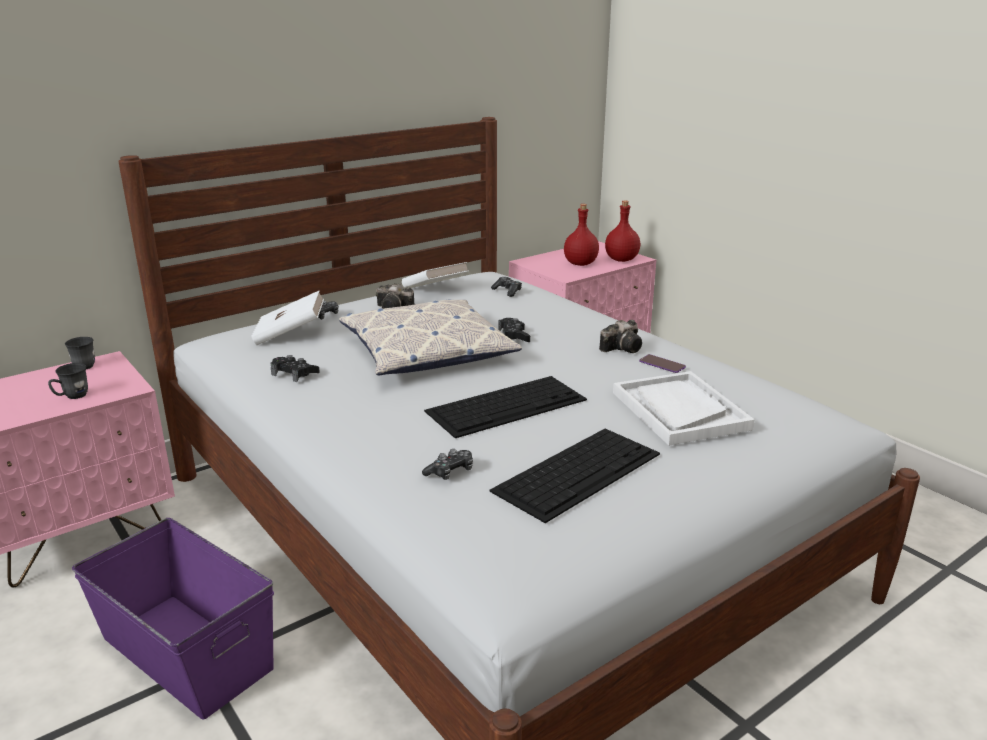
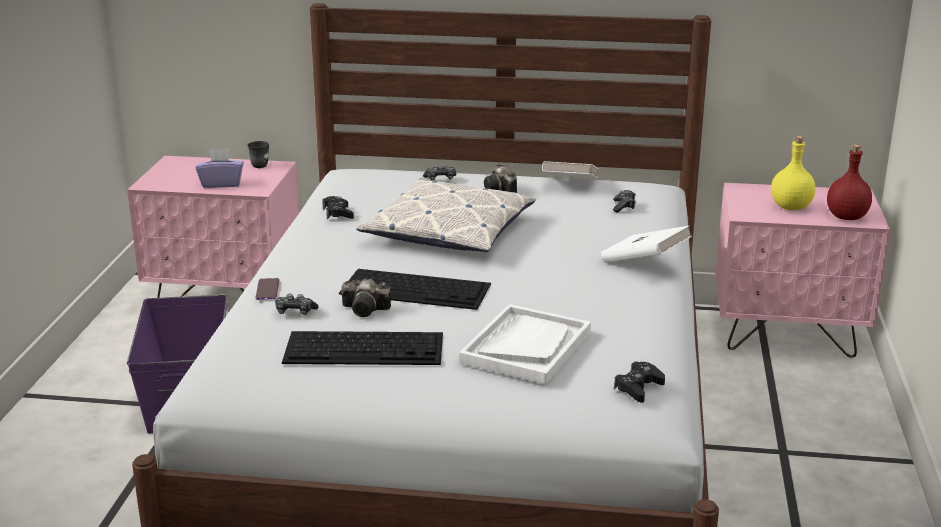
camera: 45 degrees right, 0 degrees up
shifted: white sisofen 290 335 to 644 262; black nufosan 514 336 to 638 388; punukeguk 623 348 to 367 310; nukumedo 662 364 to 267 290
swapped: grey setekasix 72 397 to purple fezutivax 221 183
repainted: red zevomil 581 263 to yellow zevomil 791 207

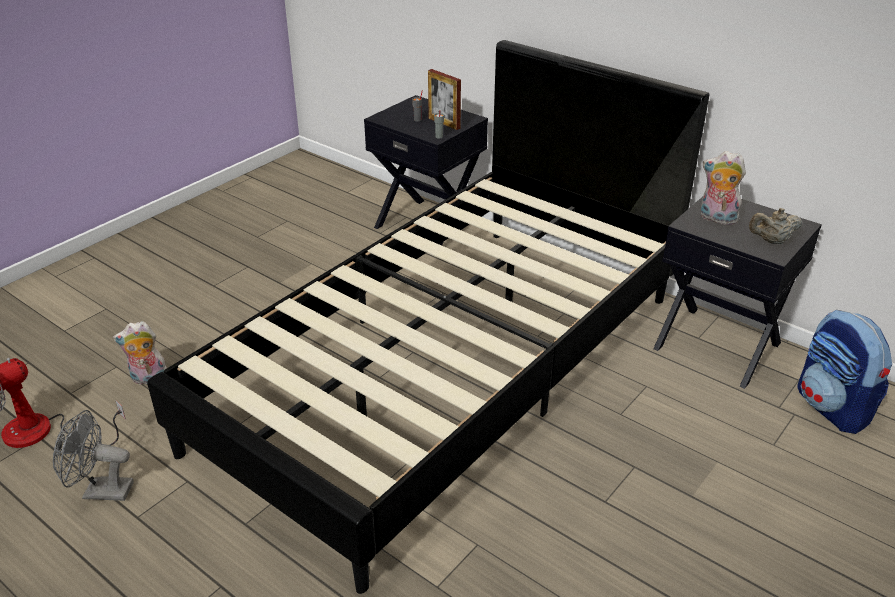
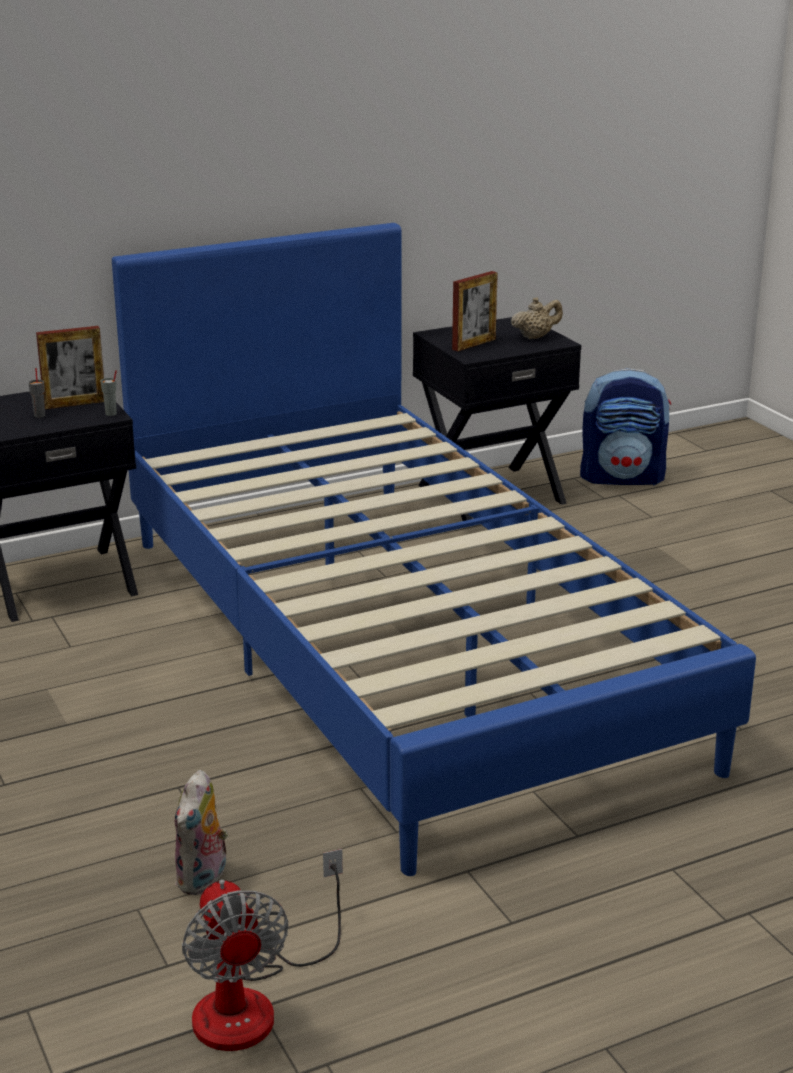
camera: 65 degrees left, 10 degrees down
gone: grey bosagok 100 491
swapped: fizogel 716 219 to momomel 474 344
repainted: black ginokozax 448 368 to blue ginokozax 396 642
rotated: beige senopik 771 241 = 535 337 135 degrees counterclockwise

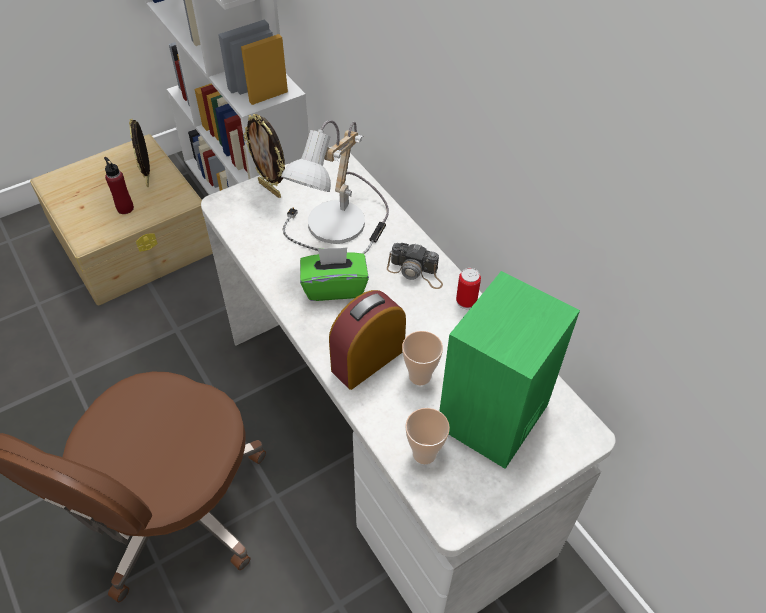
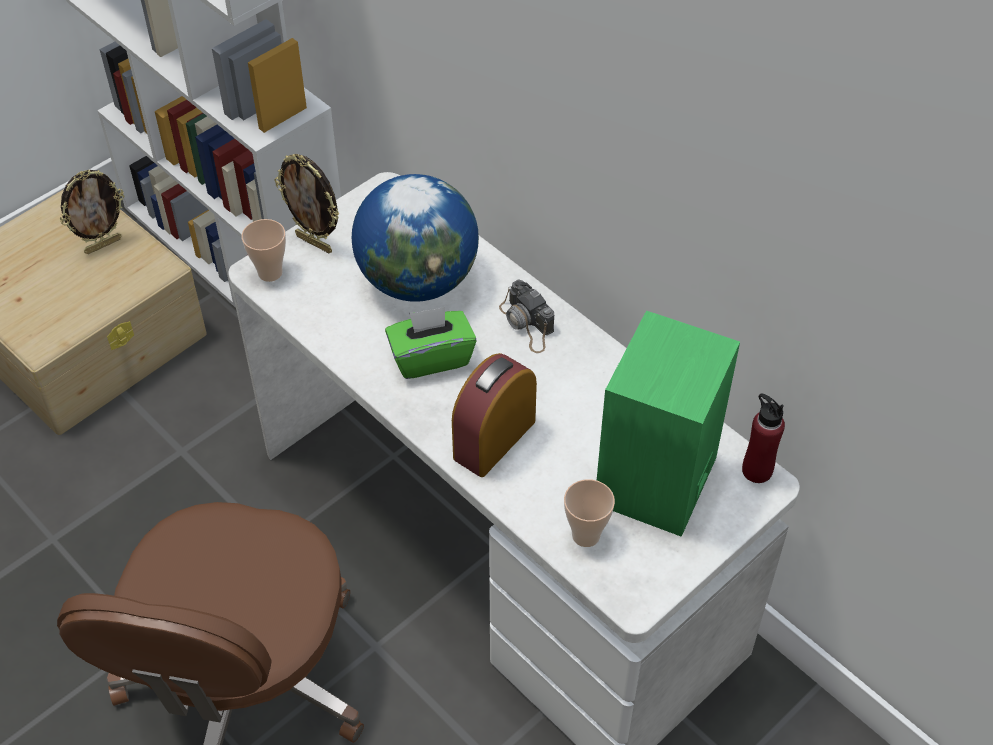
camera: 10 degrees left, 0 degrees up
gone: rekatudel 466 301
shifted: red zevomil 125 208 to 757 470; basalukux 420 376 to 270 273
swapped: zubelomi 340 227 to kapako 418 280
rotated: momomel 149 179 = 103 245 105 degrees counterclockwise; punukeguk 416 272 = 527 324 45 degrees clockwise

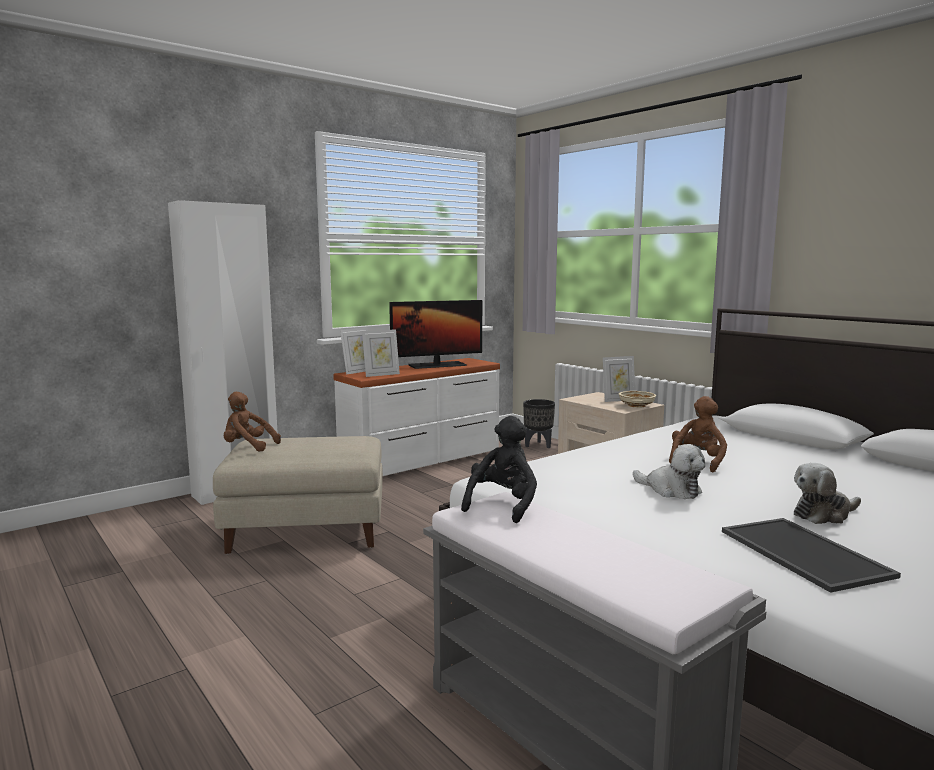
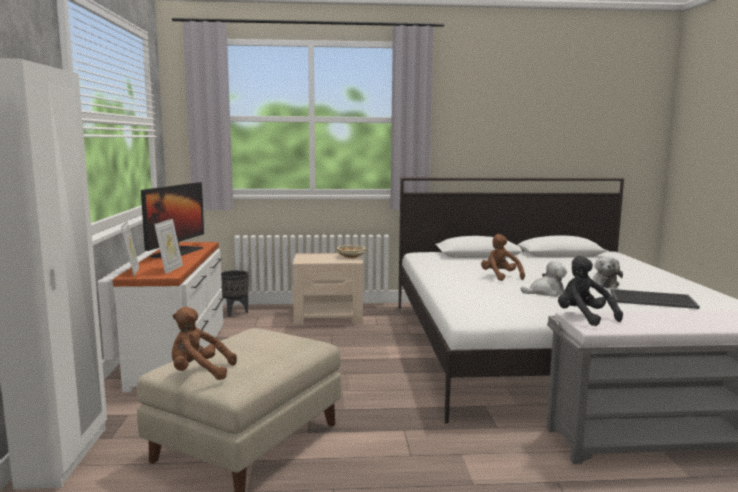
camera: 55 degrees left, 0 degrees up
gone: momomel 618 400
rotated: brown fizogel 248 447 = 199 372 45 degrees clockwise

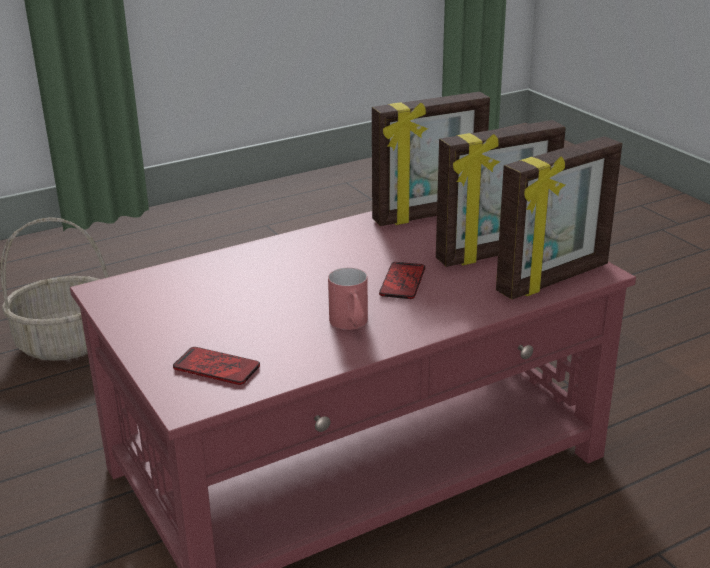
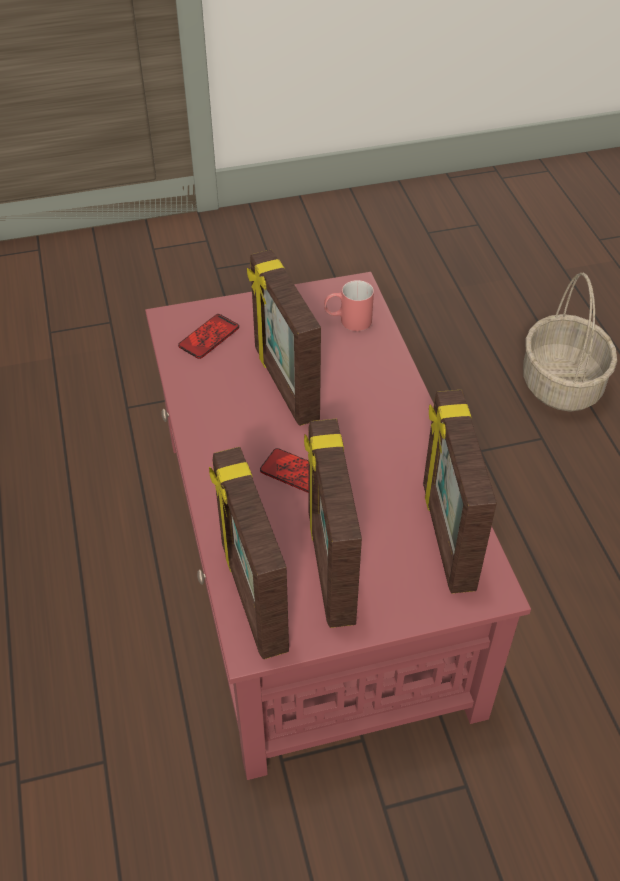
camera: 105 degrees right, 20 degrees up
new: momomel 284 384
shifted: red setekasix 351 325 to 347 321

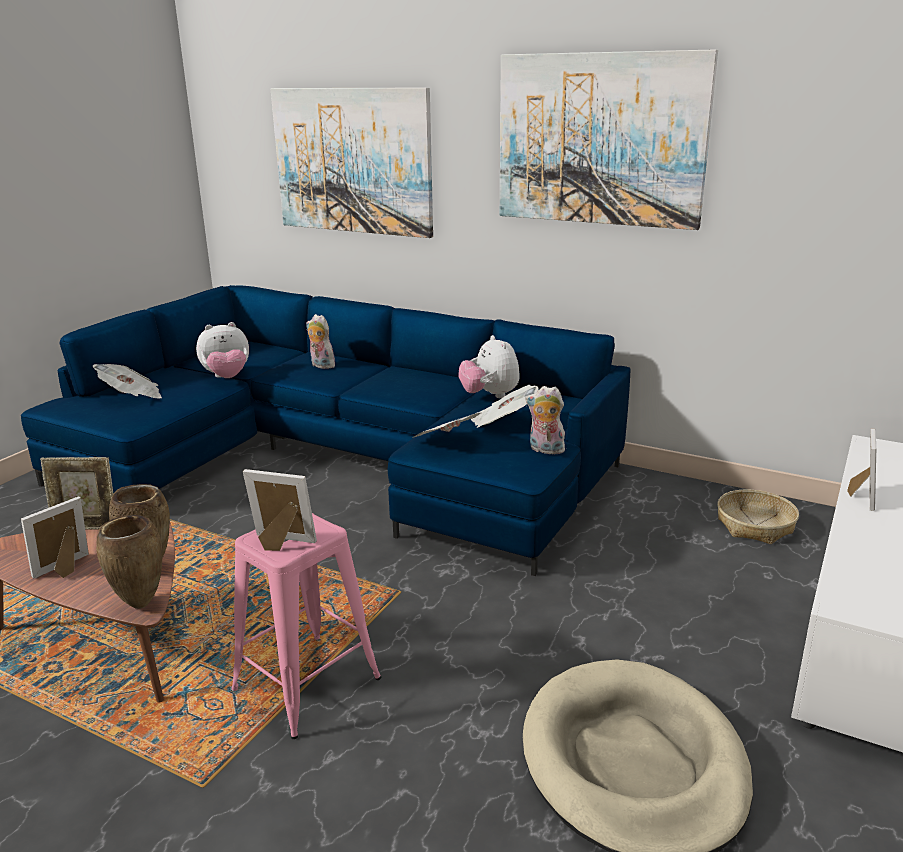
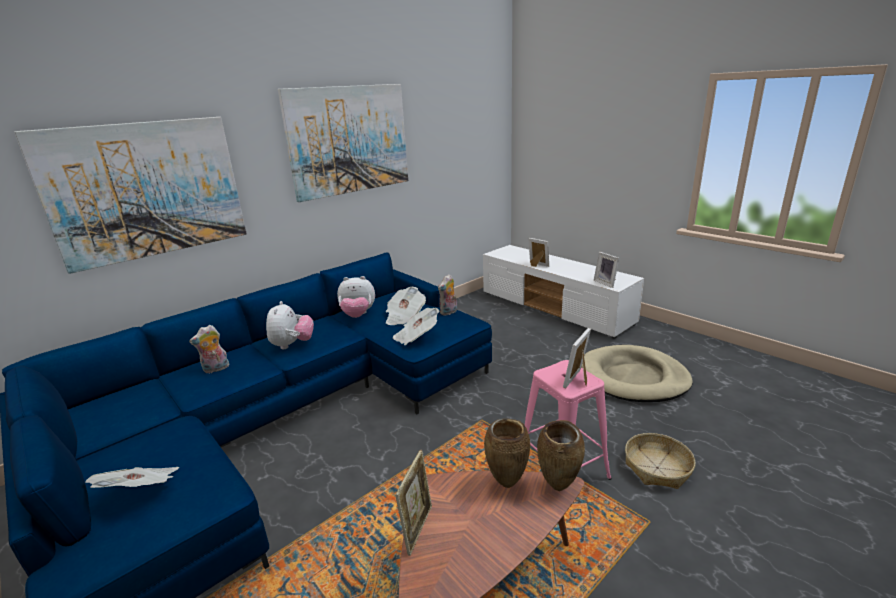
camera: 70 degrees left, 0 degrees up
shifted: fizogel 227 377 to 292 345; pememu 755 526 to 657 468; momomel 66 569 to 606 283

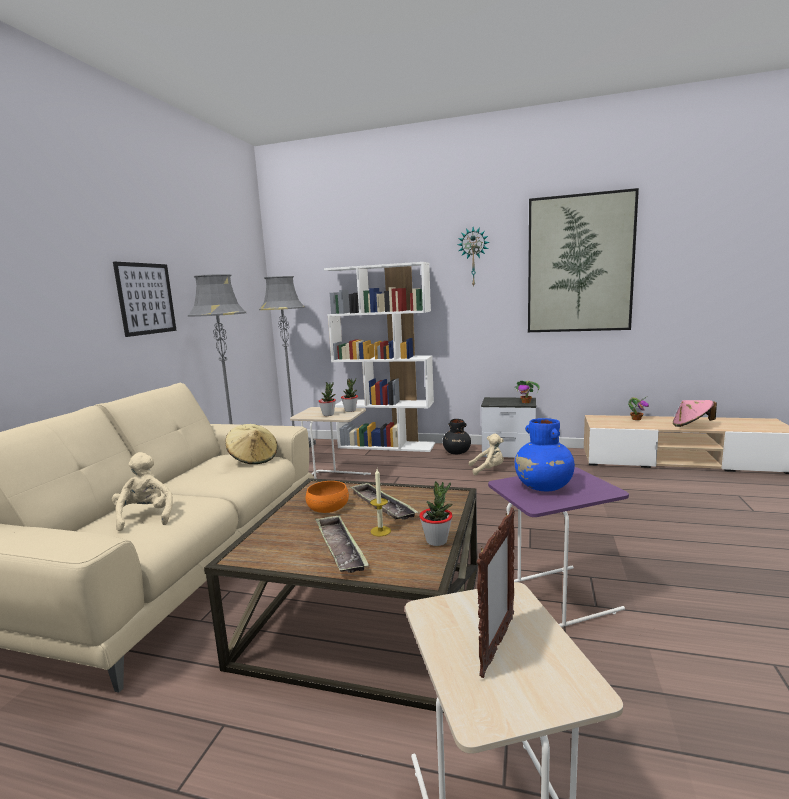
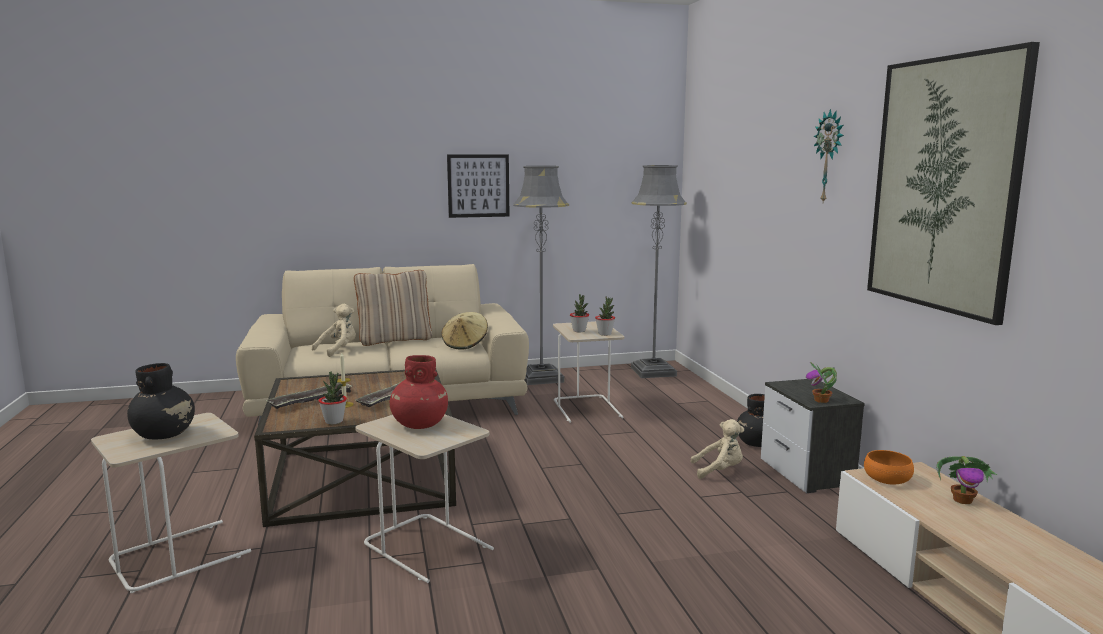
camera: 60 degrees right, 0 degrees up
gone: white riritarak 387 445; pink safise 691 425
new: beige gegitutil 395 340
shifted: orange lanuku 328 508 to 887 479
swapped: momomel 497 646 to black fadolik 165 435
repainted: blue fadolik 543 487 to red fadolik 419 424; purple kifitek 553 598 to beige kifitek 428 547
rotated: beige fizogel 488 470 = 719 471 60 degrees counterclockwise

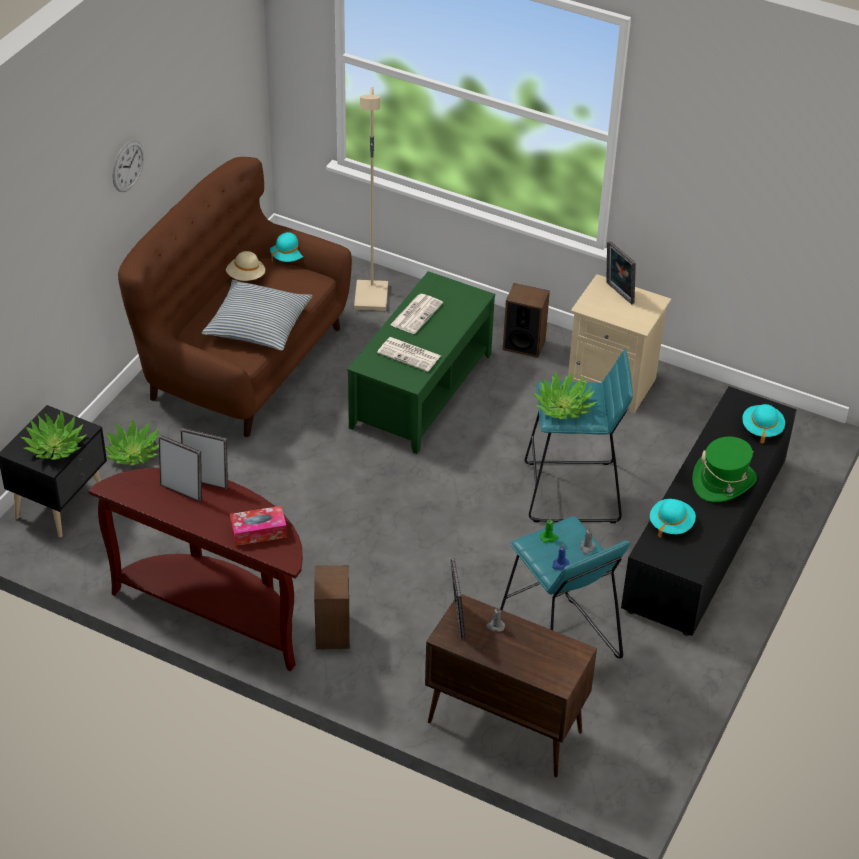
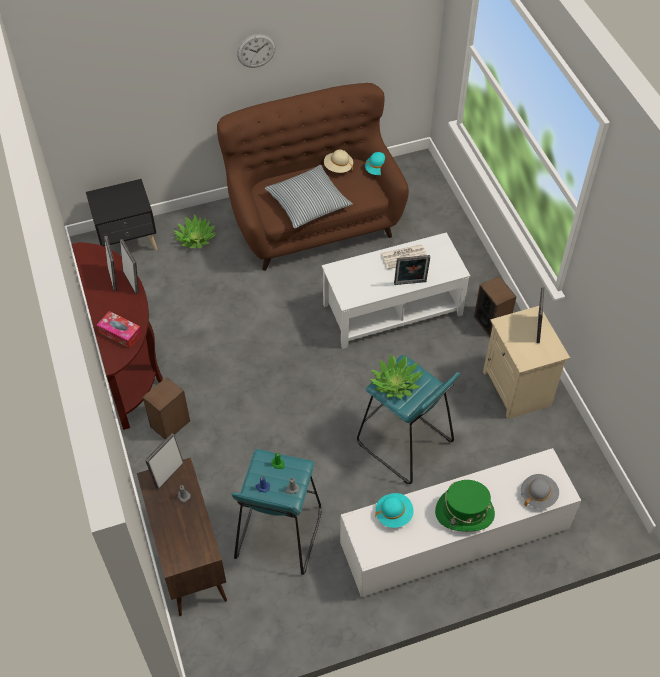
camera: 45 degrees right, 10 degrees up
gone: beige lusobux 372 298; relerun 410 354; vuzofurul 55 446
new: momomel 410 284
repainted: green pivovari 421 390 to white pivovari 392 309; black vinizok 706 536 to white vinizok 453 538; turquoise safise 761 428 to grey safise 538 495

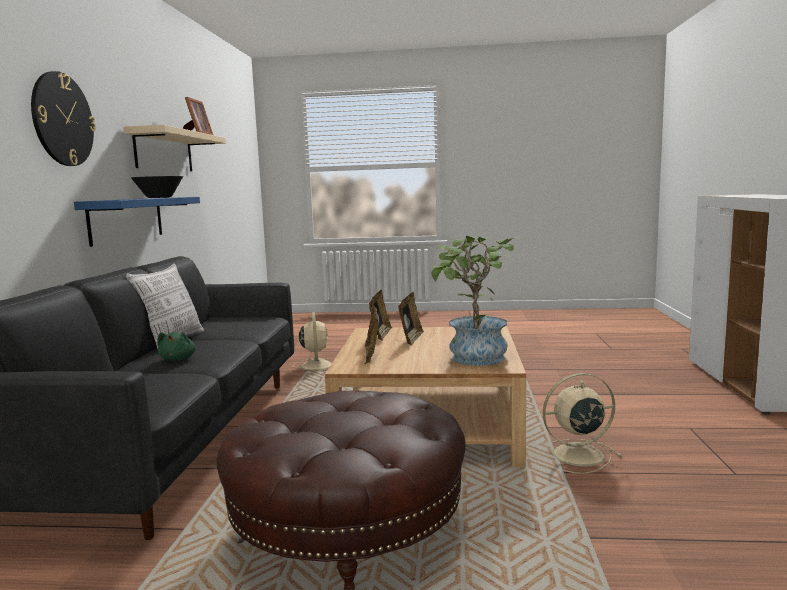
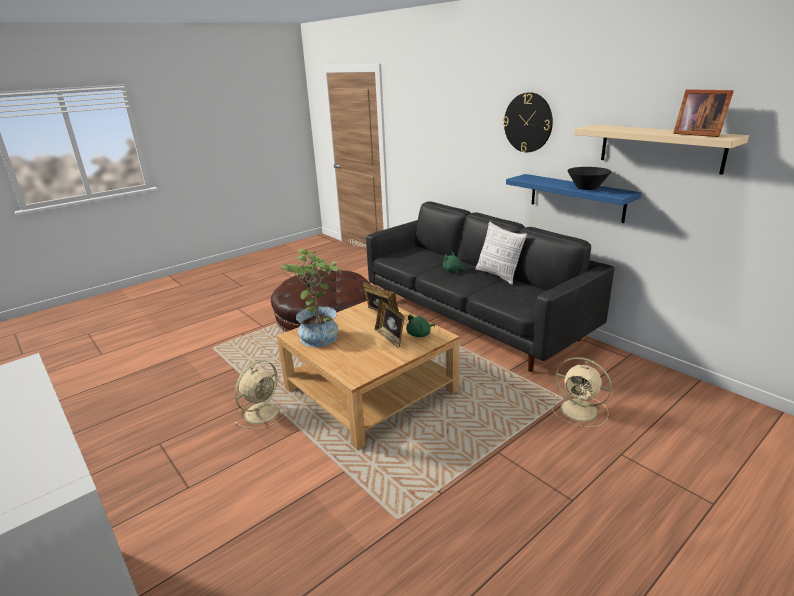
camera: 135 degrees right, 15 degrees up
swapped: momomel 381 335 to green fizogel 420 334

